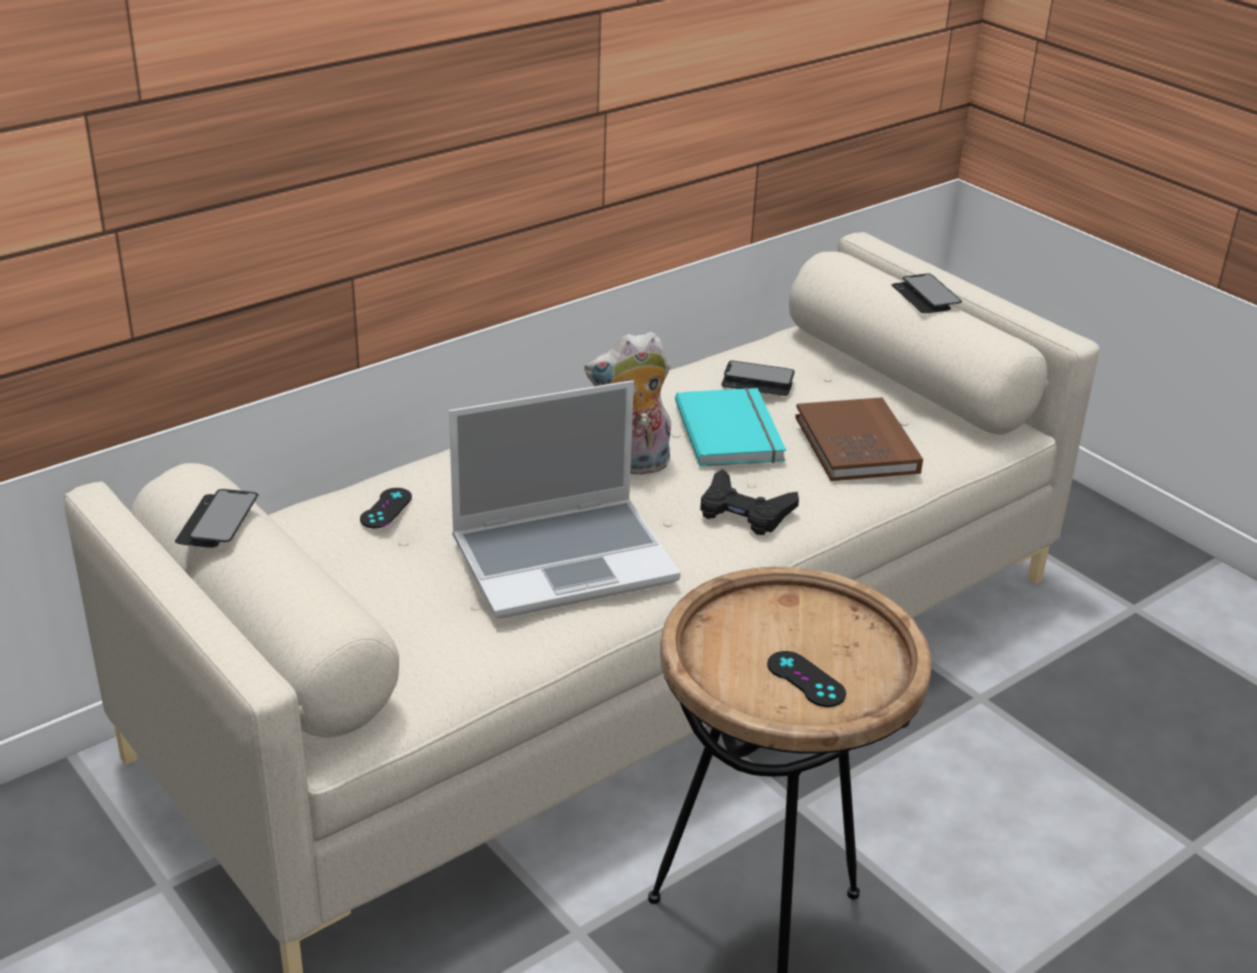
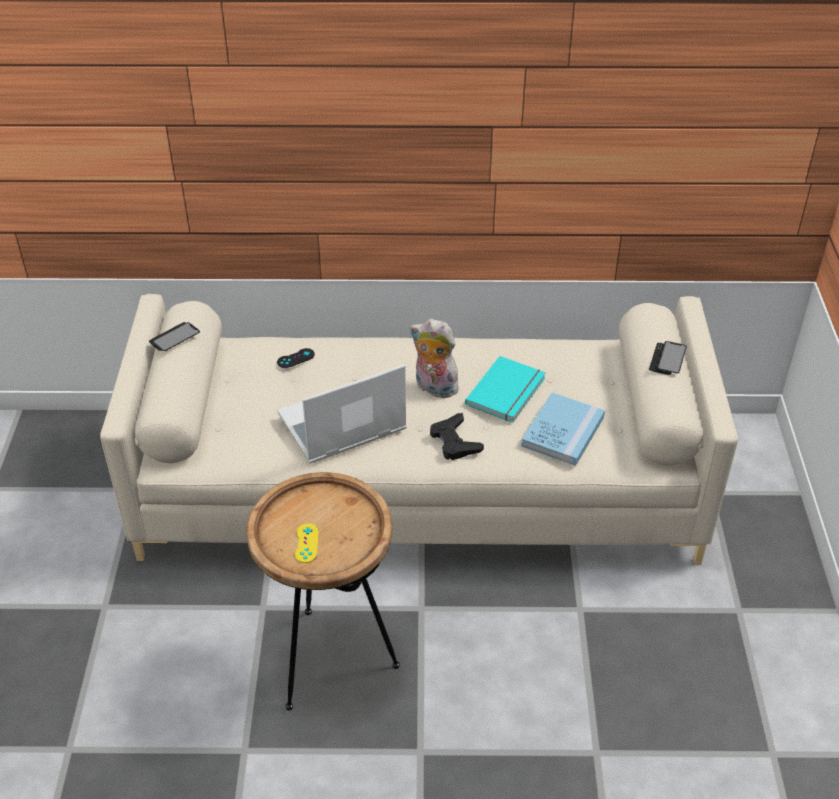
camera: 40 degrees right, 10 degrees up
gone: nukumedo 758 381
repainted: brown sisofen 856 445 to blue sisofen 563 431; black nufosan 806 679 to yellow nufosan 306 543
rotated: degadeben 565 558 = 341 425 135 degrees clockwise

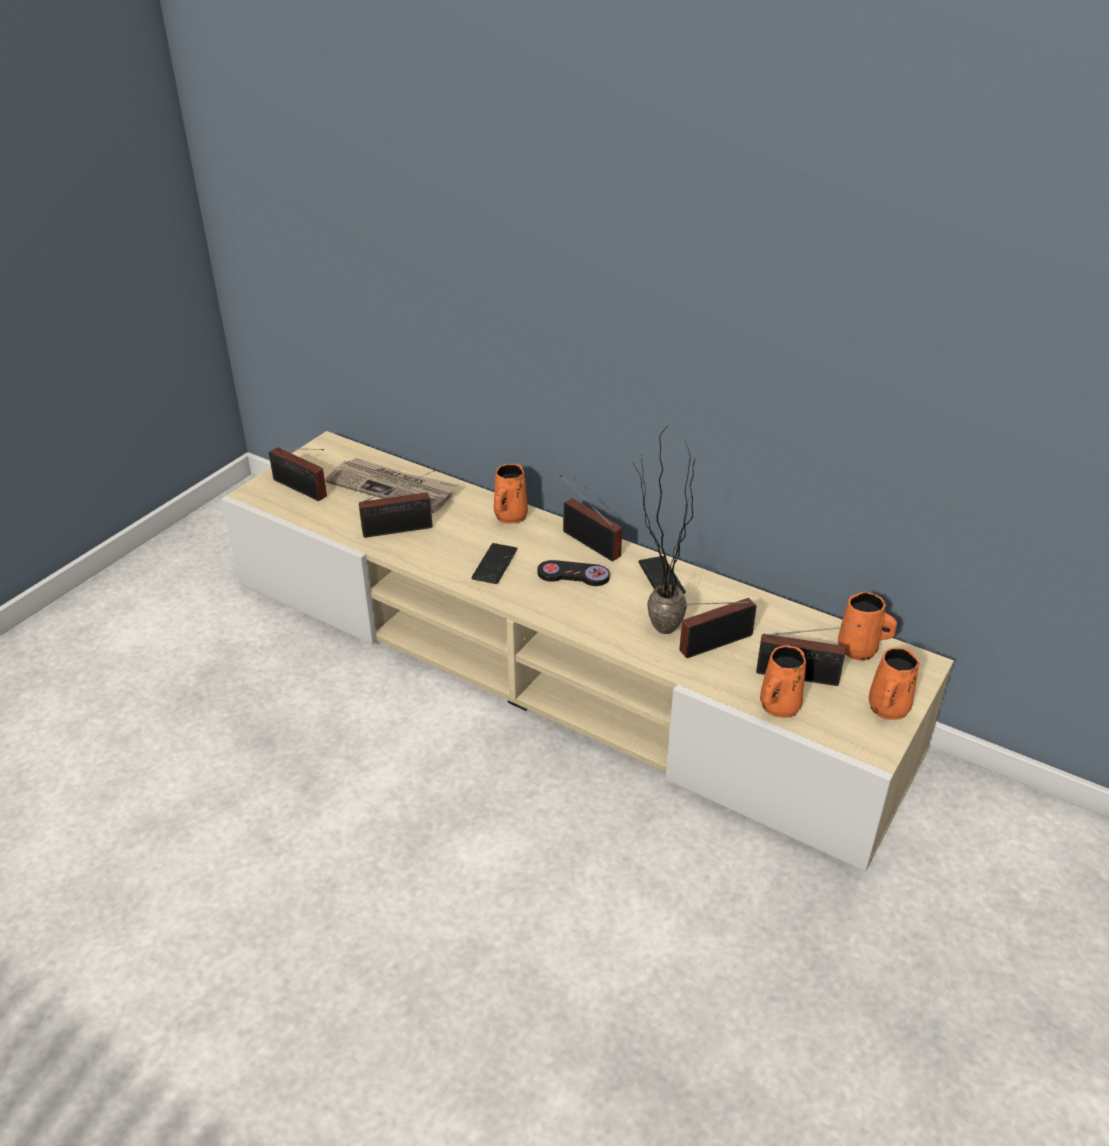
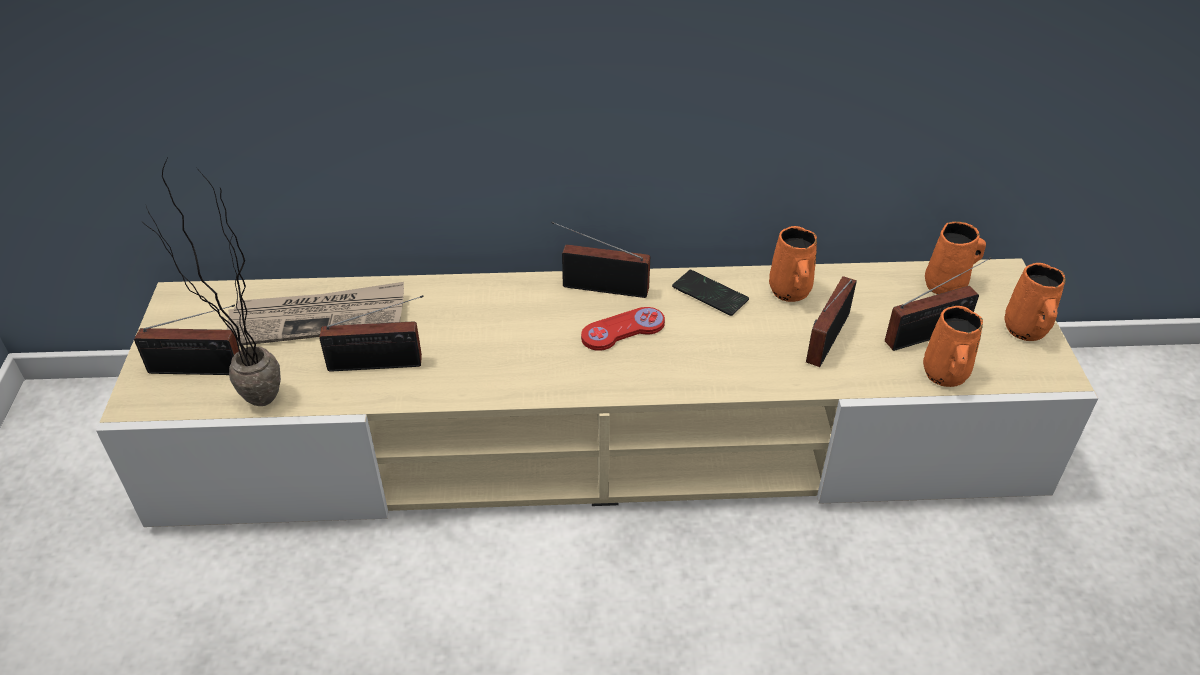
camera: 35 degrees left, 5 degrees up
gone: nukumedo 494 565
shifted: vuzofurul 652 628 to 248 404; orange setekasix 509 517 to 790 292
repainted: black nufosan 573 575 to red nufosan 623 330
rotated: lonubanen 401 529 = 380 364 45 degrees clockwise

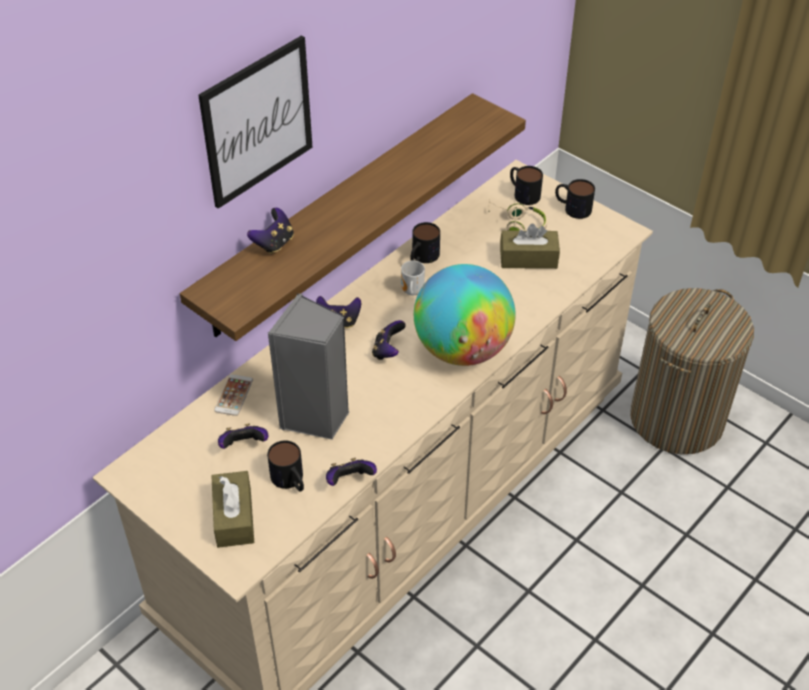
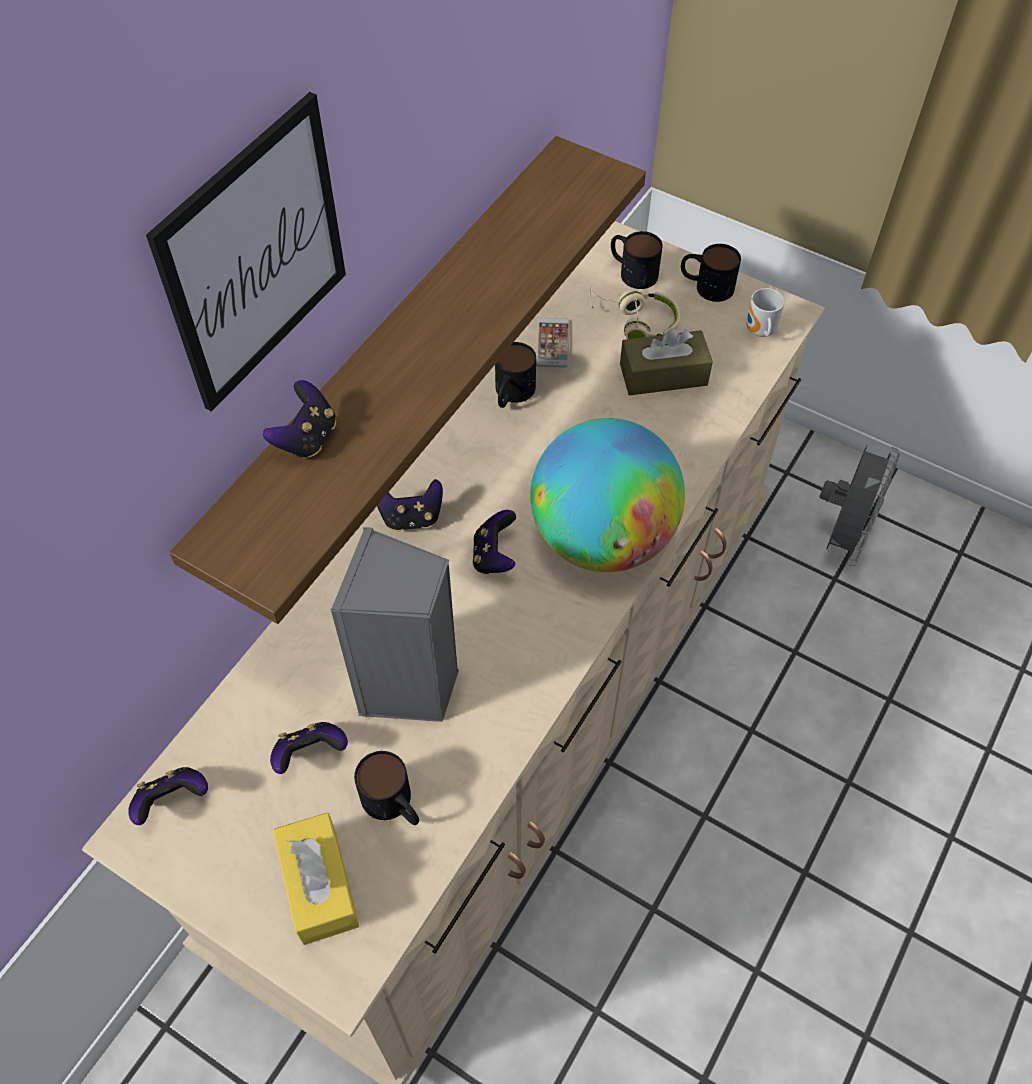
camera: 10 degrees left, 10 degrees up
shifted: setekasix 411 292 to 759 332; nukumedo 234 395 to 552 343; nufosan 350 481 to 173 801
swapped: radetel 676 418 to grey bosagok 843 535
repainted: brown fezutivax 234 517 to yellow fezutivax 319 885

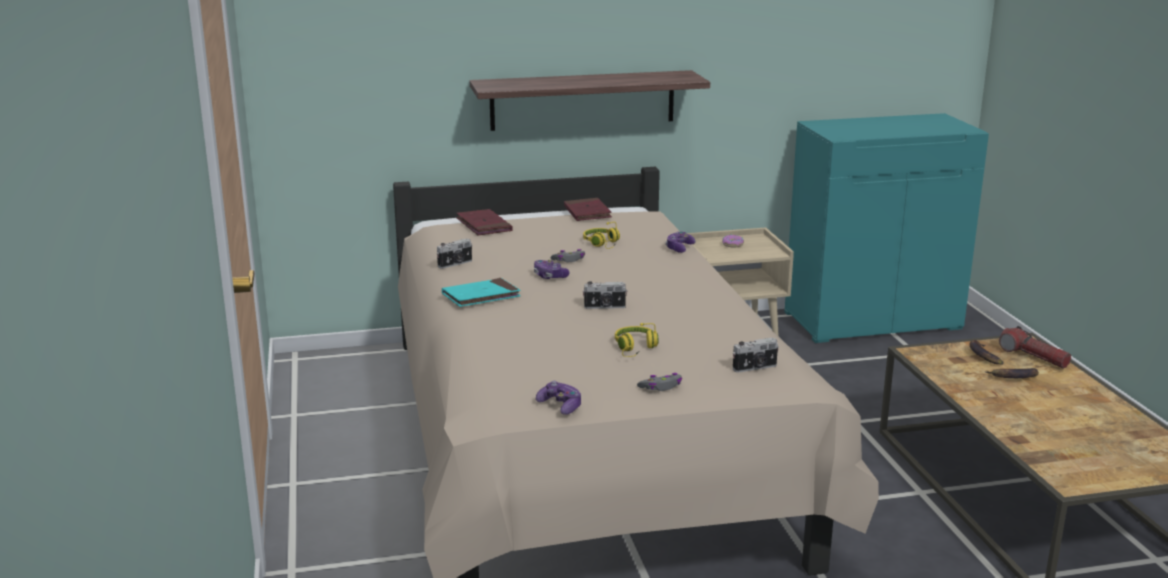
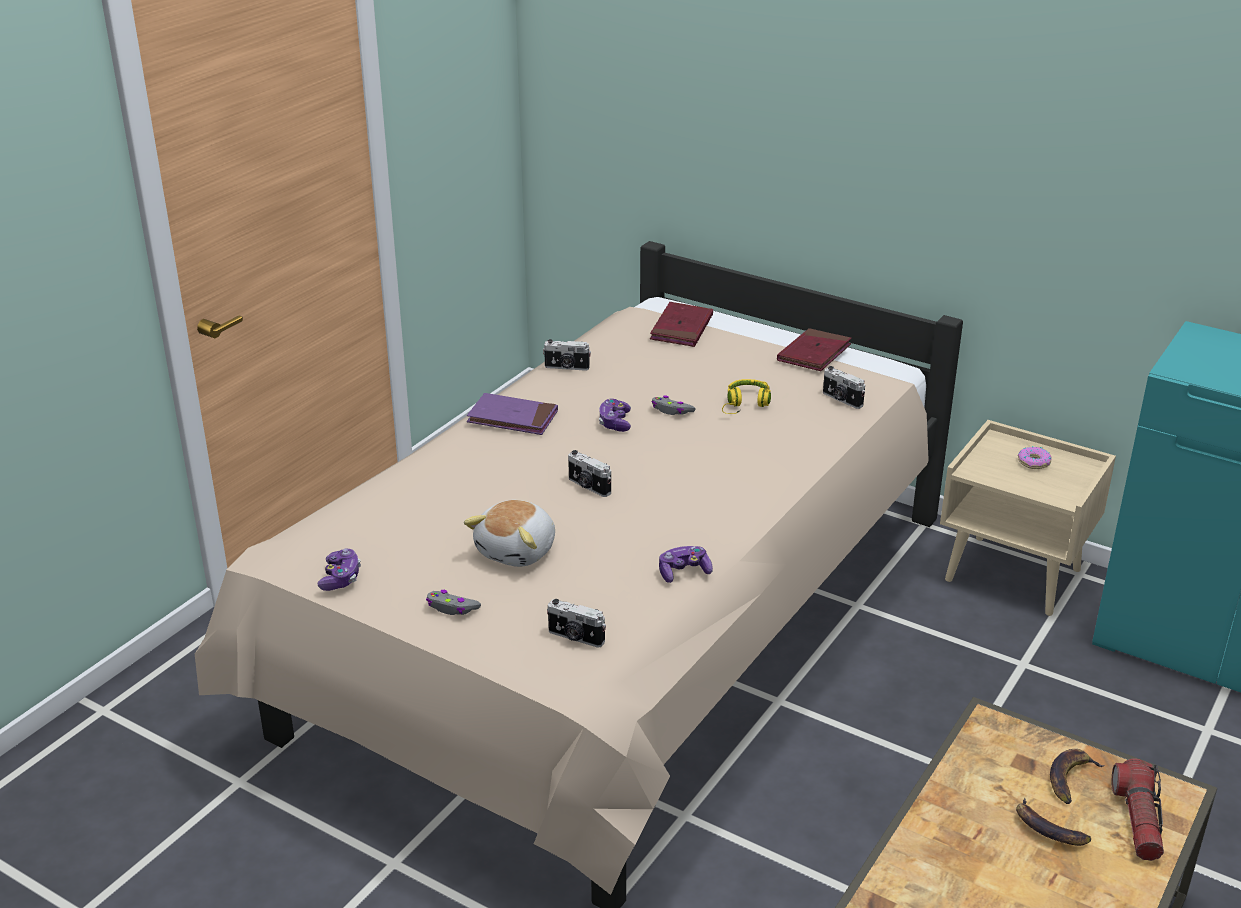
camera: 45 degrees right, 10 degrees up
gone: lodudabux 582 100
new: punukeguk 841 400
shifted: nufosan 679 248 to 683 572
swapped: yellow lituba 635 348 to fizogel 518 551
repainted: turquoise sisofen 481 296 to purple sisofen 512 418

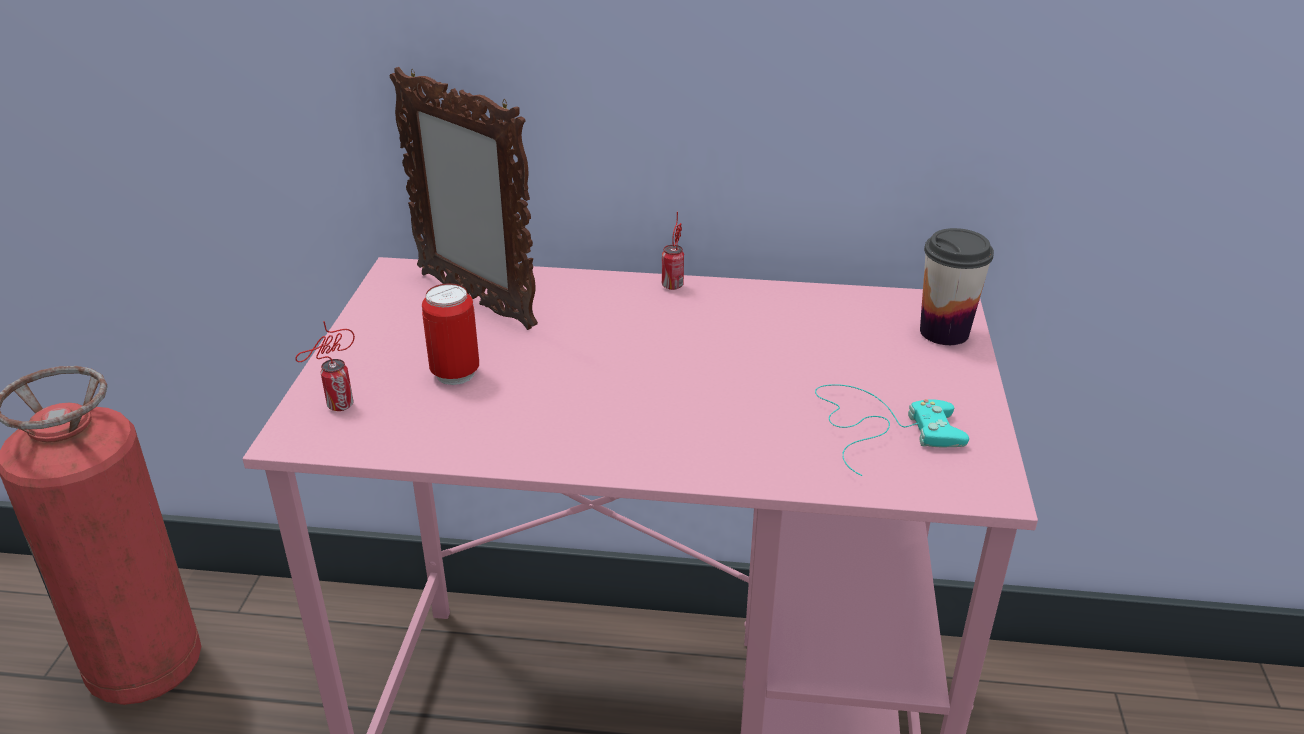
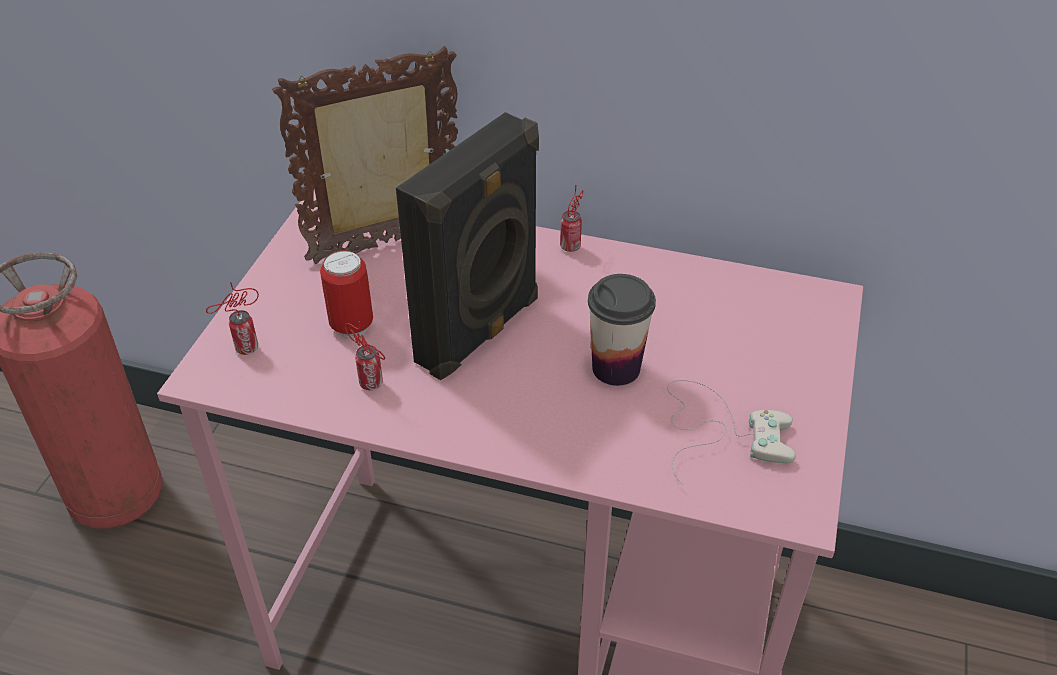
camera: 10 degrees right, 10 degrees up
new: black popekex 481 332; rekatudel 373 385
shifted: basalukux 944 332 to 616 368
repainted: turquoise nufosan 880 426 to white nufosan 719 430
rotated: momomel 475 300 = 387 244 105 degrees clockwise

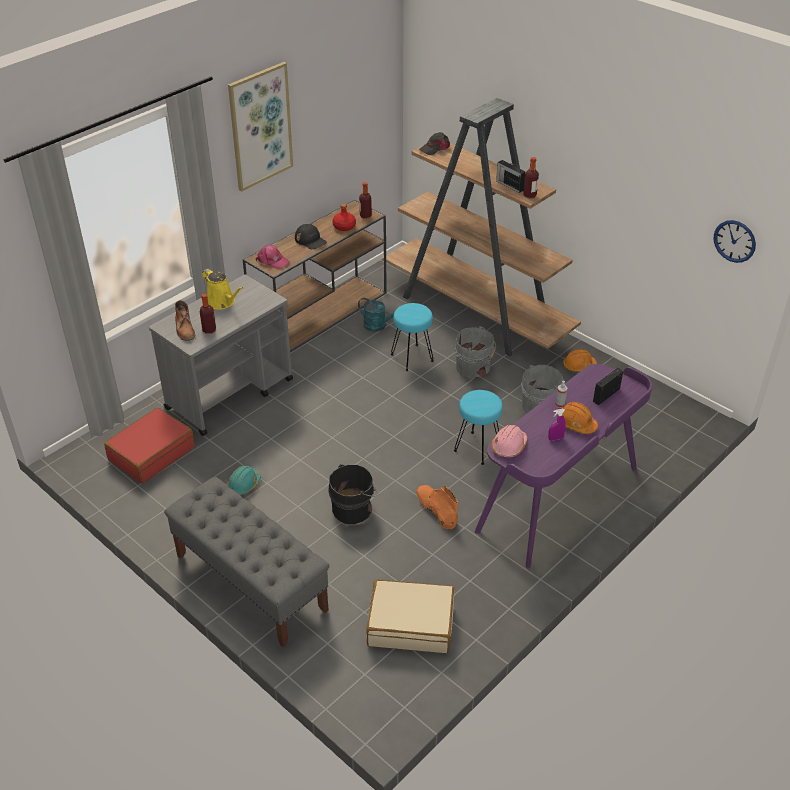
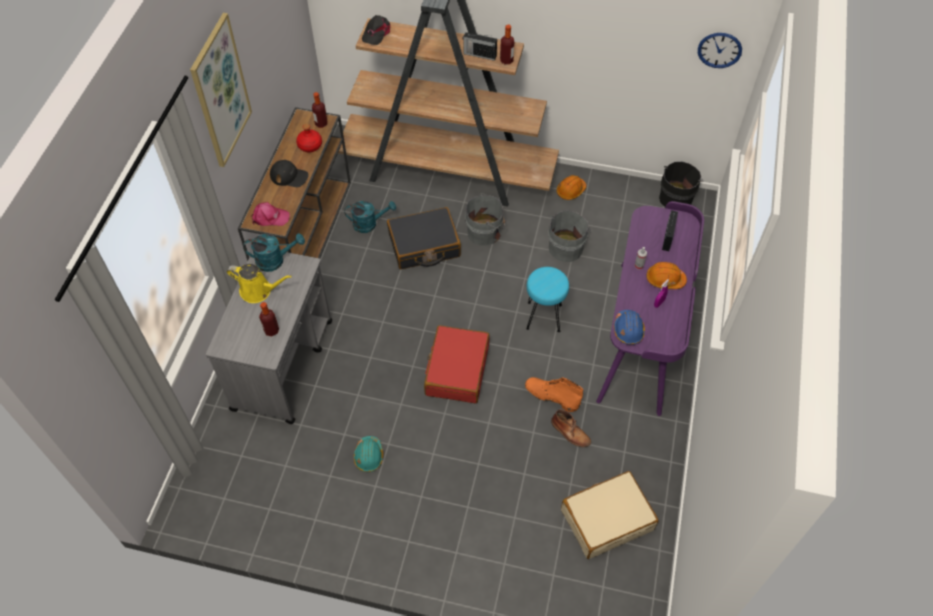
camera: 30 degrees left, 15 degrees up
gone: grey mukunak 250 582
new: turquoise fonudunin 275 260
shifted: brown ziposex 185 329 to 570 432; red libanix 151 453 to 456 370; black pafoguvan 354 508 to 676 197
swapped: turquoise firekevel 412 357 to black libanix 424 245
repainted: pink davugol 509 446 to blue davugol 628 330

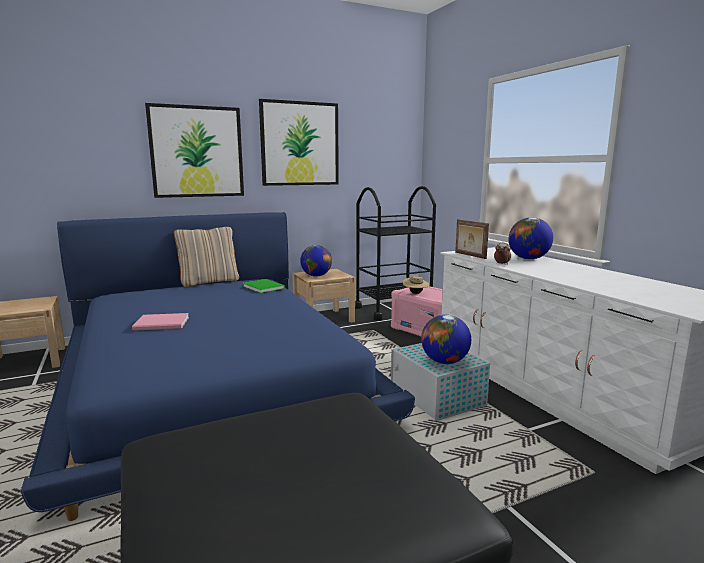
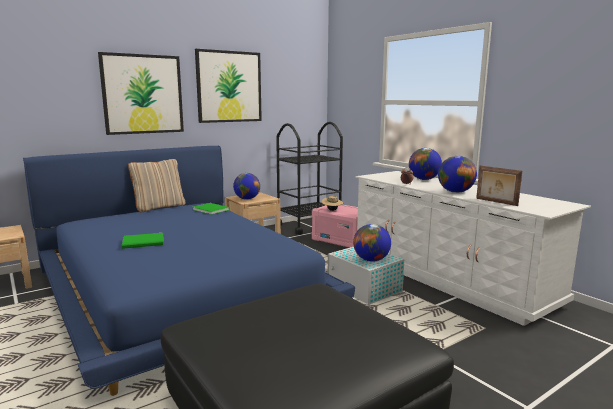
camera: 10 degrees left, 0 degrees up
new: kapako 455 192
shifted: momomel 469 255 to 496 202
repainted: pink sisofen 163 324 to green sisofen 144 242

